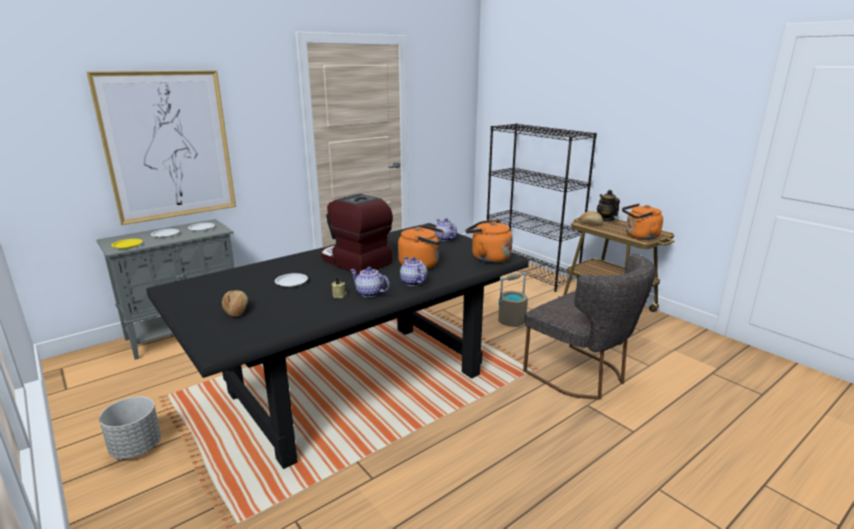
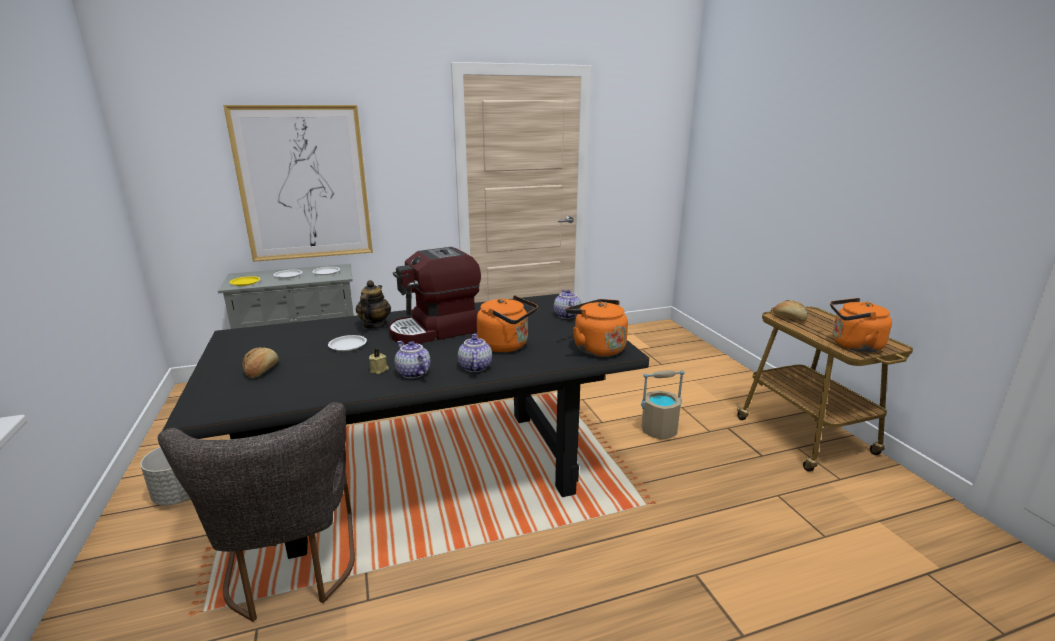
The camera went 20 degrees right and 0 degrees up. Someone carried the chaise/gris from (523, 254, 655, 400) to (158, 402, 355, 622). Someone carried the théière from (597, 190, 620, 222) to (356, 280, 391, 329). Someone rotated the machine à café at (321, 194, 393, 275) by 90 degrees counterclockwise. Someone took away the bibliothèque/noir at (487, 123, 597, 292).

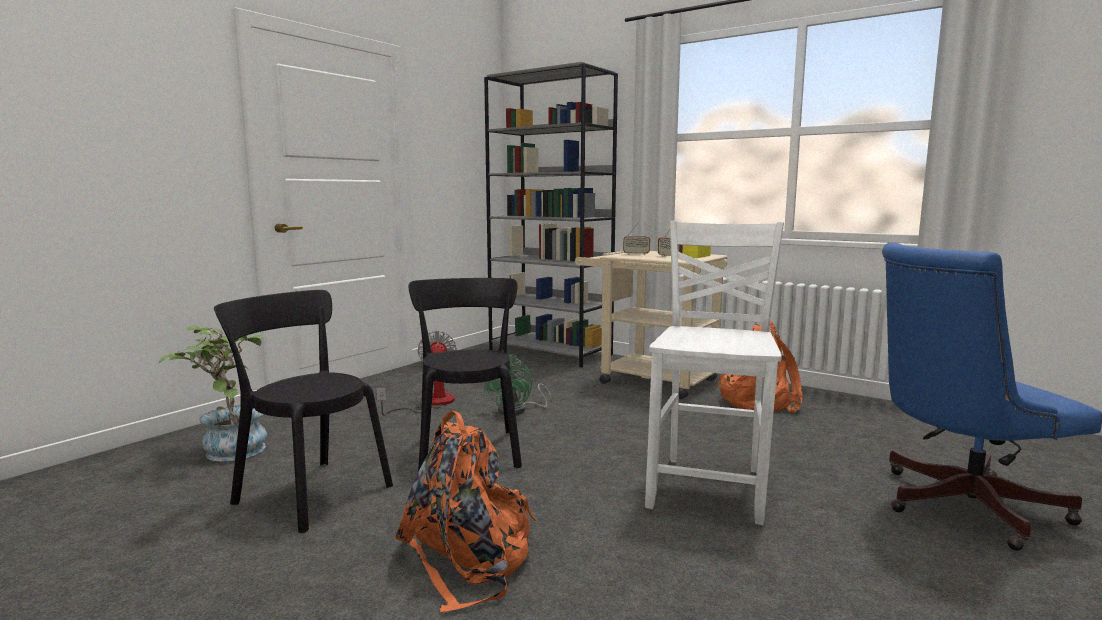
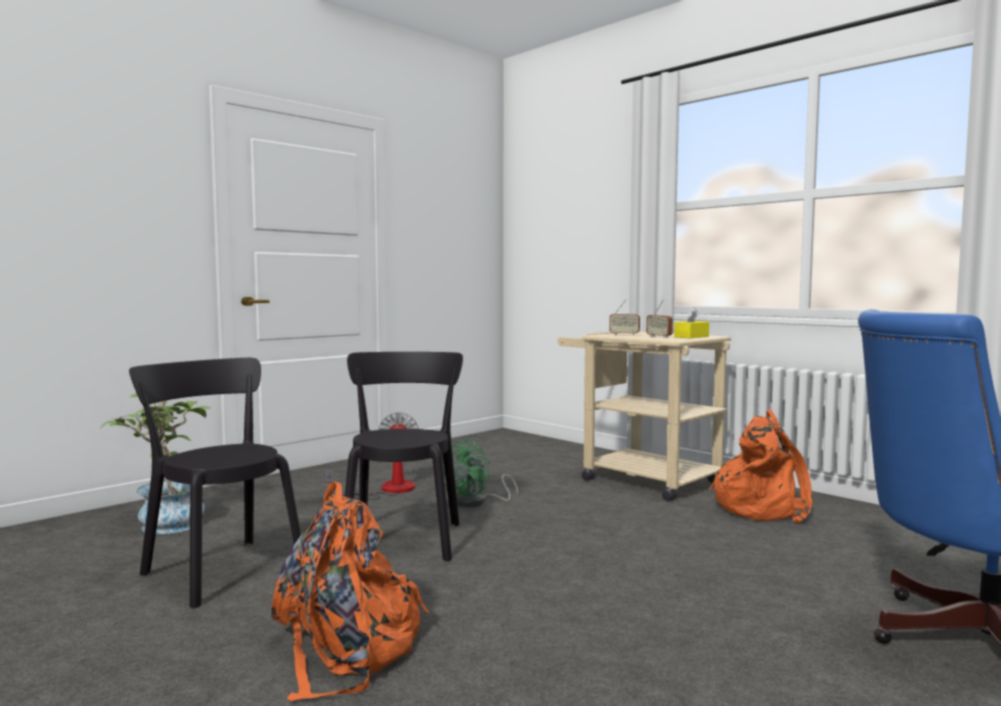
The camera went 10 degrees right and 5 degrees down. Someone took away the bibliothèque/gris at (484, 62, 618, 367). Someone took away the chaise/blanc at (645, 221, 784, 525).

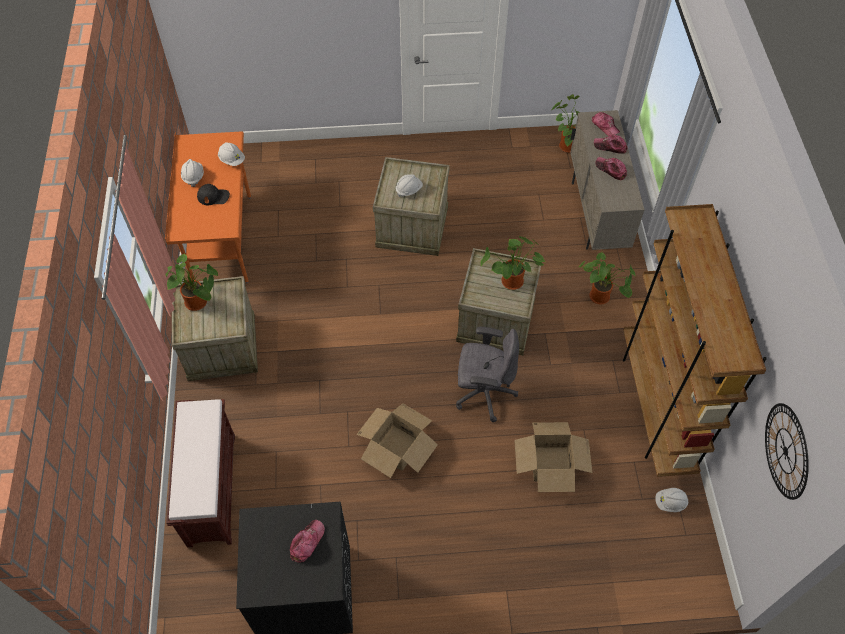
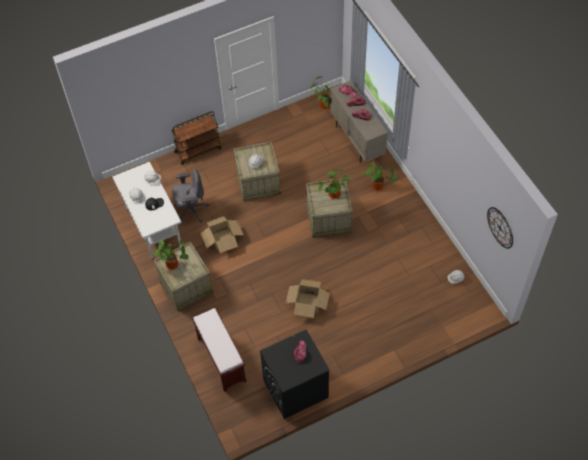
The camera went 20 degrees left and 0 degrees up. Someone repainted the bureau/orange at (165, 131, 251, 283), which became the bureau/blanc at (112, 162, 182, 260). Someone put down the chariot/marron at (171, 111, 222, 165). Someone carried the chaise de bureau/gris from (456, 327, 519, 422) to (172, 169, 209, 223). Someone carried the carton from (514, 422, 592, 492) to (200, 216, 244, 253). Someone took away the bibliothèque/marron at (623, 204, 767, 477).

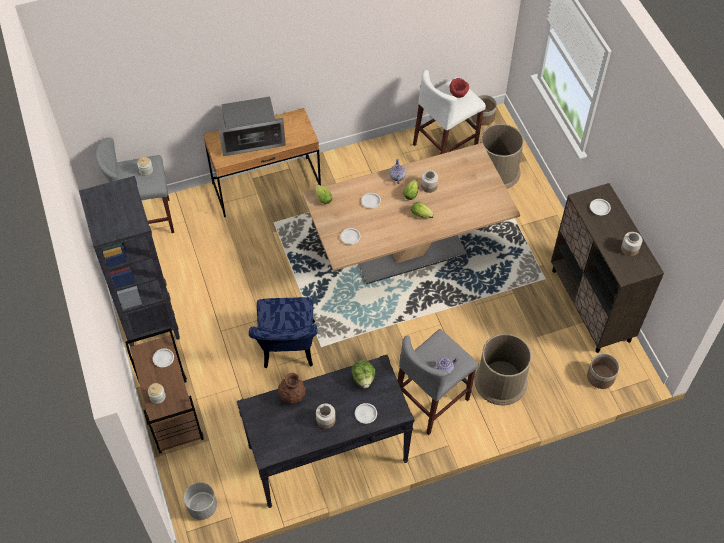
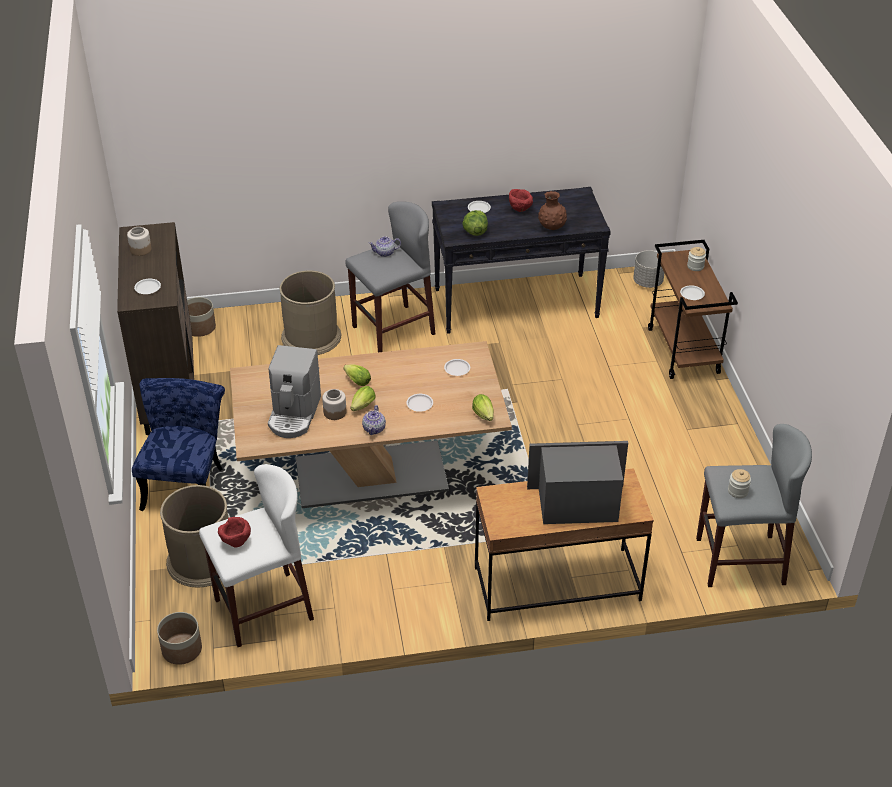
The camera went 170 degrees left and 15 degrees down. Someone carried the chaise/bleu from (249, 297, 317, 368) to (132, 378, 225, 511). Someone put down the machine à café at (268, 345, 321, 438). Someone swapped the bocal at (316, 403, 336, 429) for the bol/rouge at (509, 189, 533, 212). Someone took away the bibliothèque/noir at (79, 176, 180, 347).

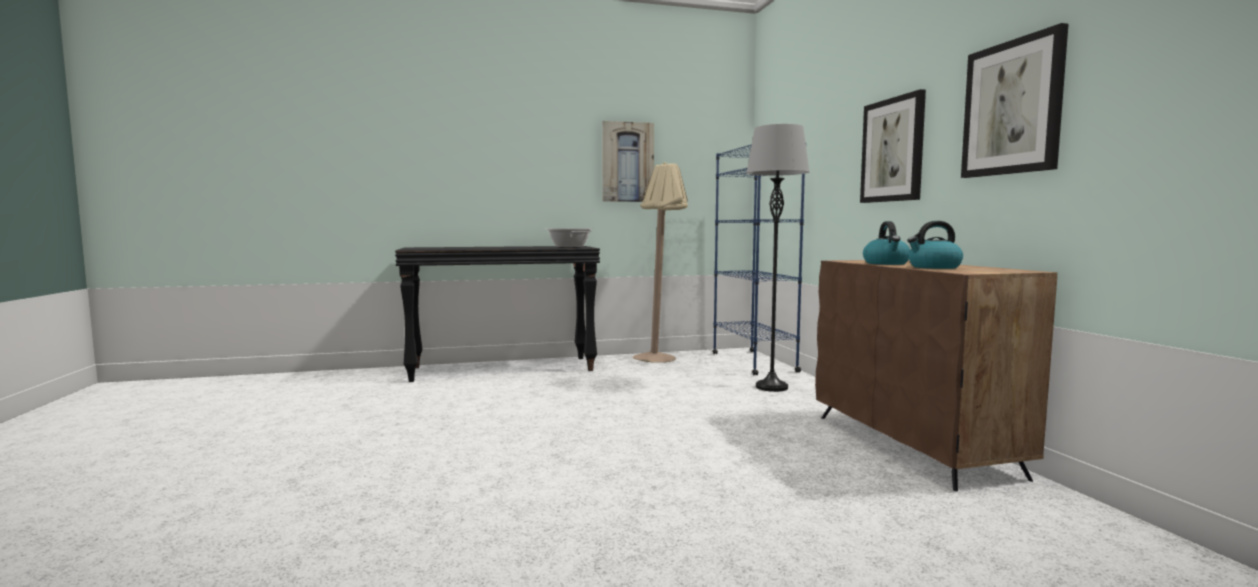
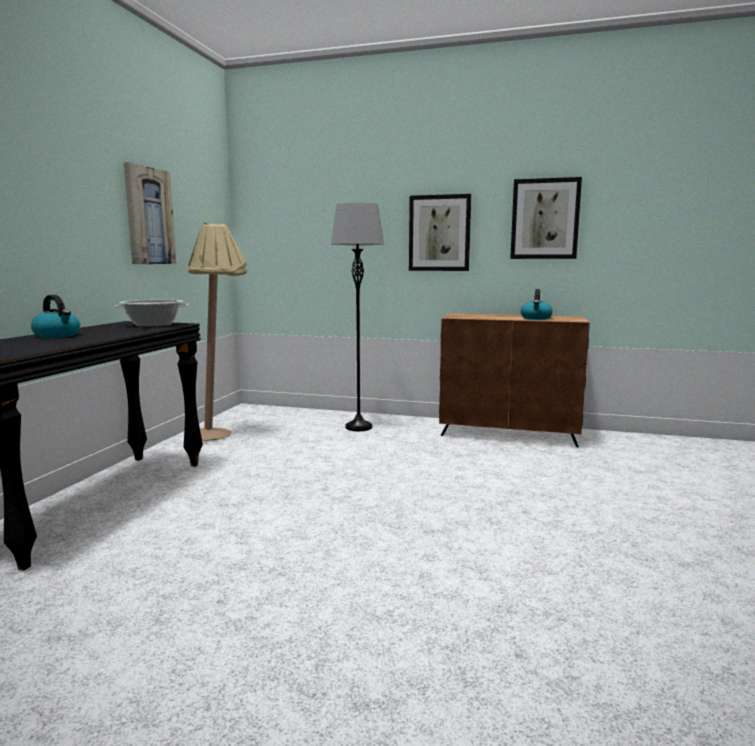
The camera went 60 degrees left and 5 degrees up. Someone carried the bouilloire from (863, 221, 910, 265) to (31, 295, 80, 338). Someone took away the bibliothèque/bleu at (713, 144, 805, 375).

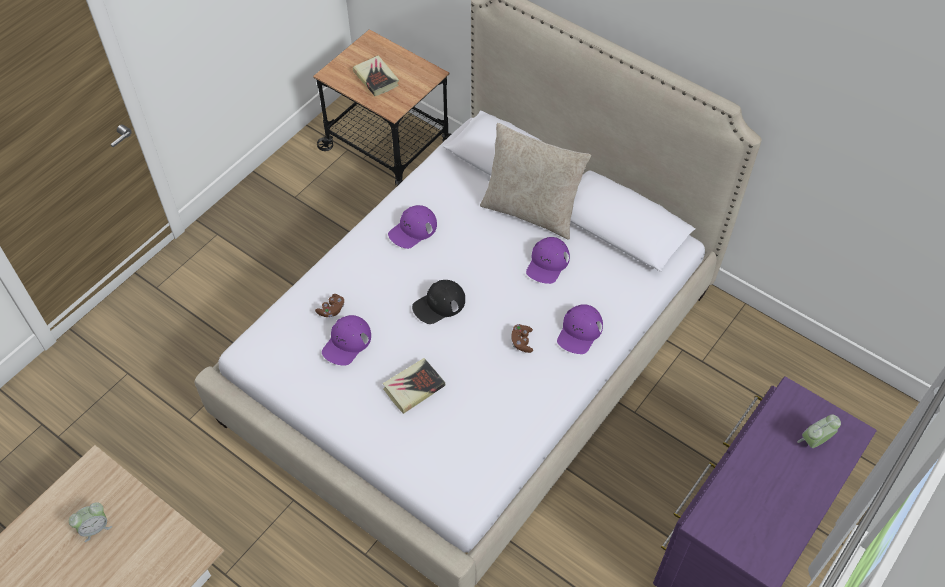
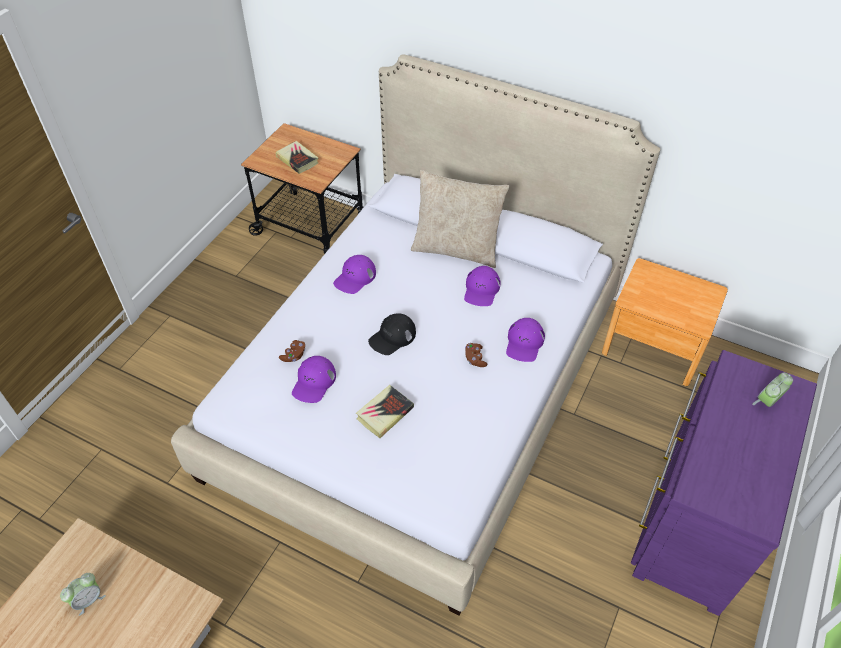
The camera went 10 degrees left and 5 degrees down. Someone put down the table de chevet/marron at (602, 258, 728, 386).

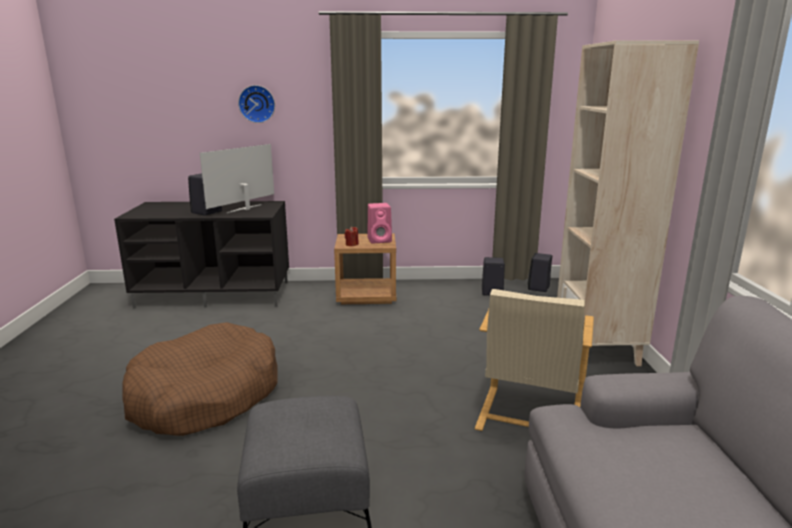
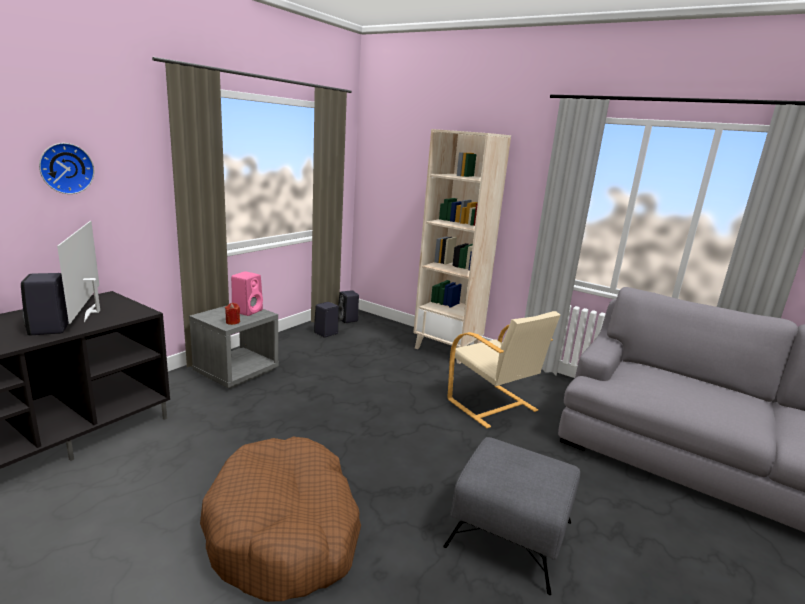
The camera went 55 degrees left and 0 degrees up. Someone repainted the table de chevet/marron at (334, 234, 396, 304), which became the table de chevet/gris at (189, 305, 279, 389).

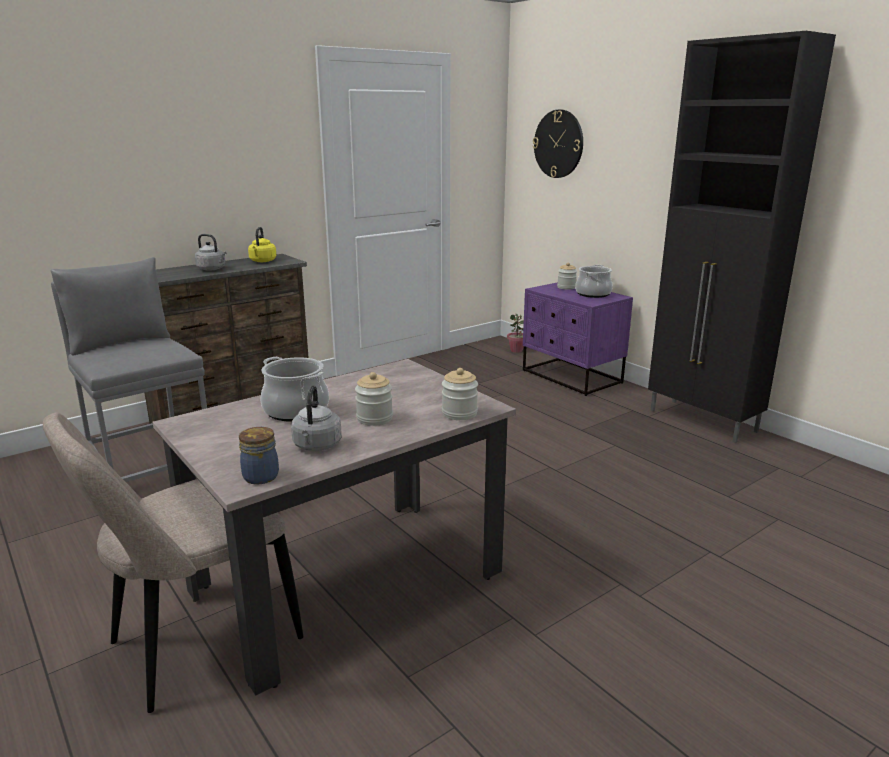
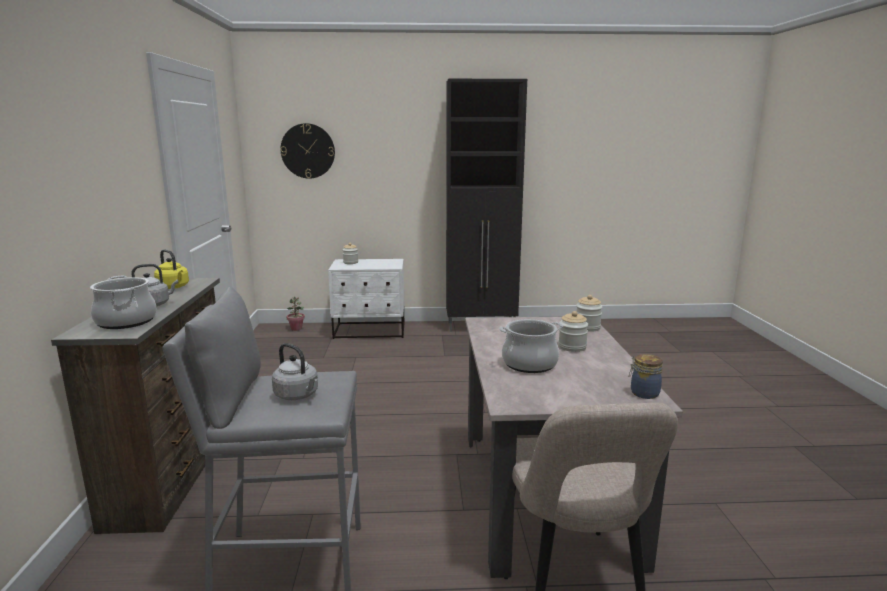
The camera went 55 degrees left and 5 degrees down. Someone carried the marmite from (575, 265, 613, 298) to (90, 276, 157, 329). Someone carried the bouilloire/gris from (291, 385, 342, 451) to (272, 343, 318, 400). Someone repainted the table de chevet/violet at (523, 282, 633, 396), which became the table de chevet/blanc at (328, 259, 404, 339).

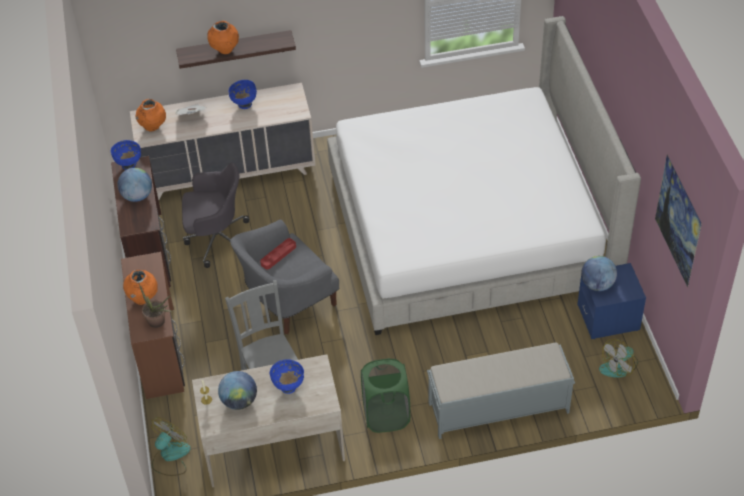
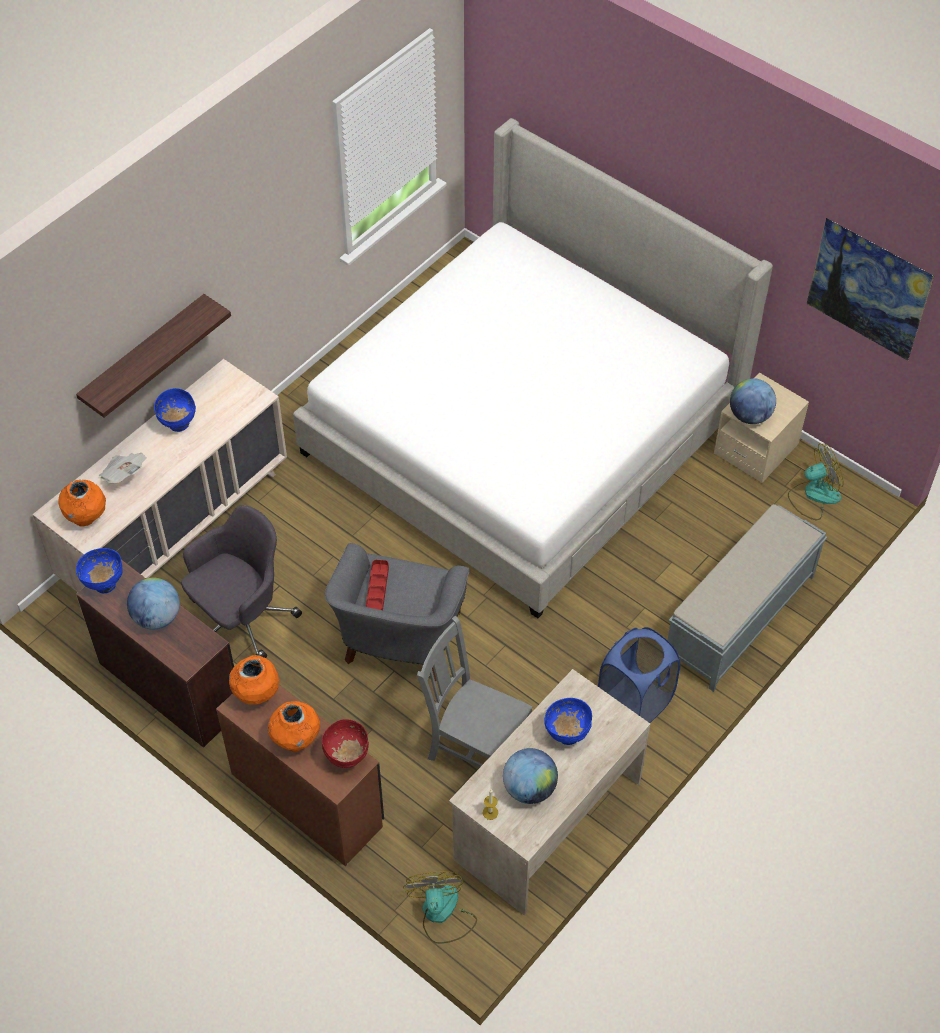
The camera went 40 degrees left and 5 degrees up. Someone carried the vase/orange from (208, 21, 239, 54) to (229, 655, 279, 705). Someone swapped the plante en pot at (139, 284, 172, 328) for the bol/rouge at (322, 719, 369, 768). Someone repainted the panier à linge/vert at (361, 358, 410, 433), which became the panier à linge/bleu at (598, 627, 680, 723). Someone repainted the table de chevet/bleu at (577, 263, 646, 339), which became the table de chevet/beige at (714, 372, 809, 483). Someone rotated the ventilateur at (599, 339, 638, 378) by 120 degrees counterclockwise.

